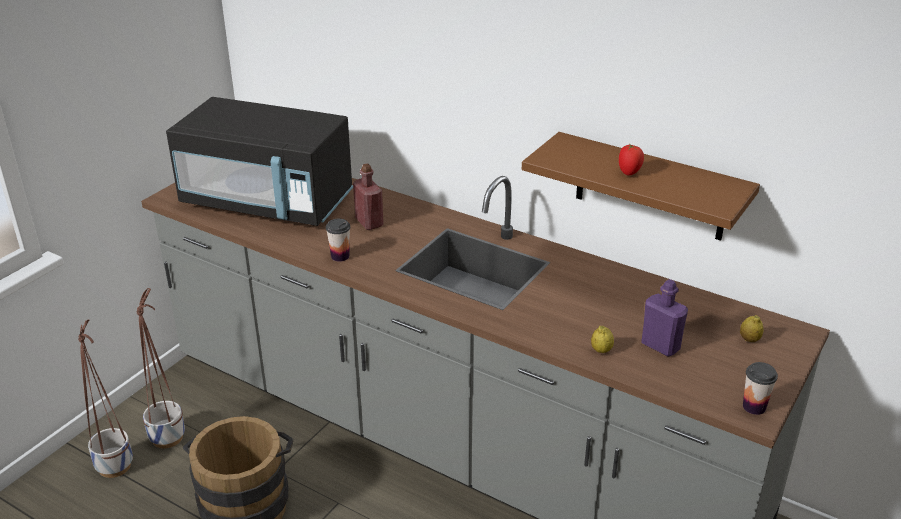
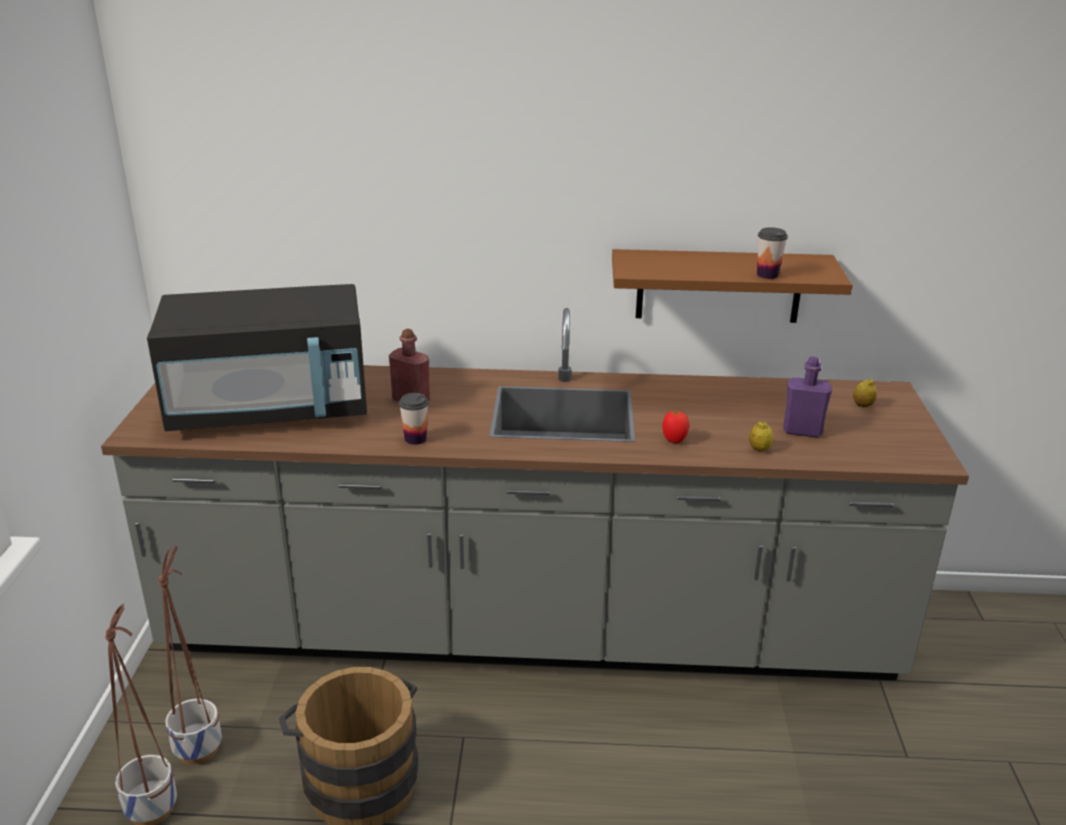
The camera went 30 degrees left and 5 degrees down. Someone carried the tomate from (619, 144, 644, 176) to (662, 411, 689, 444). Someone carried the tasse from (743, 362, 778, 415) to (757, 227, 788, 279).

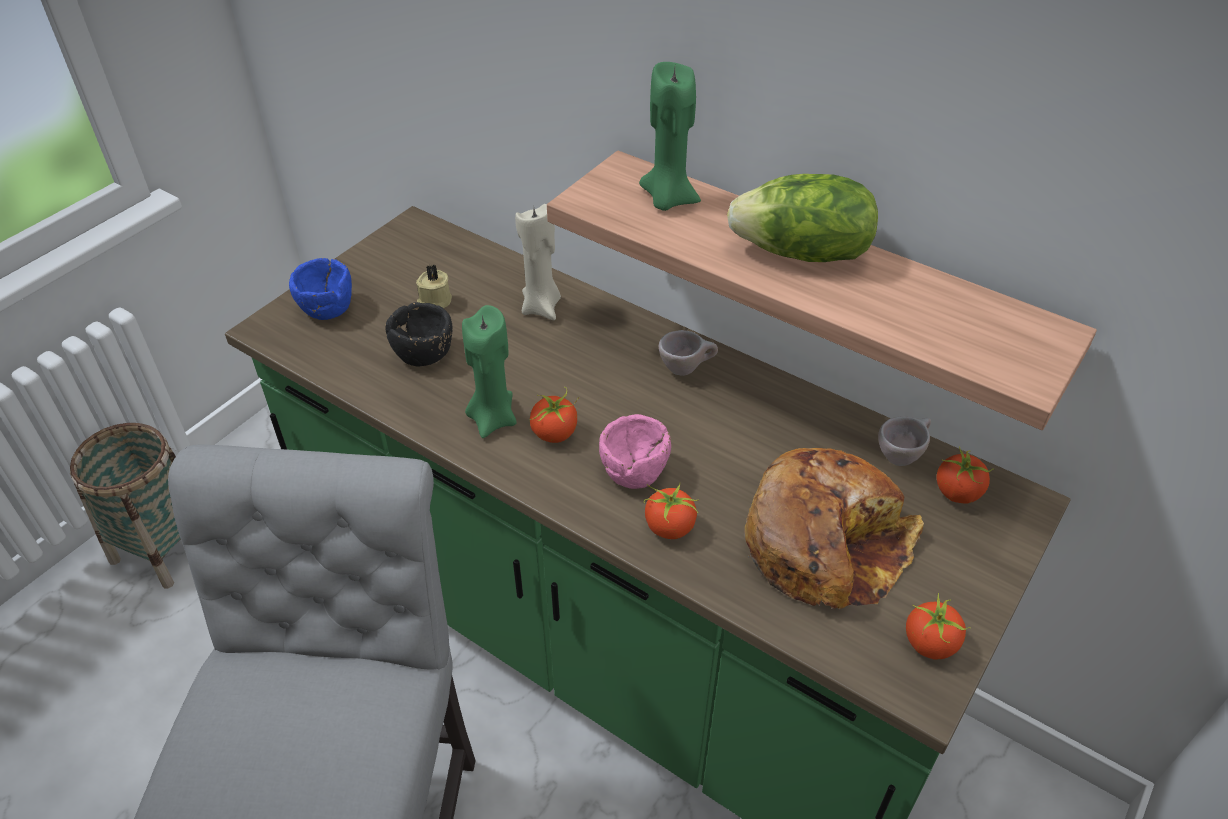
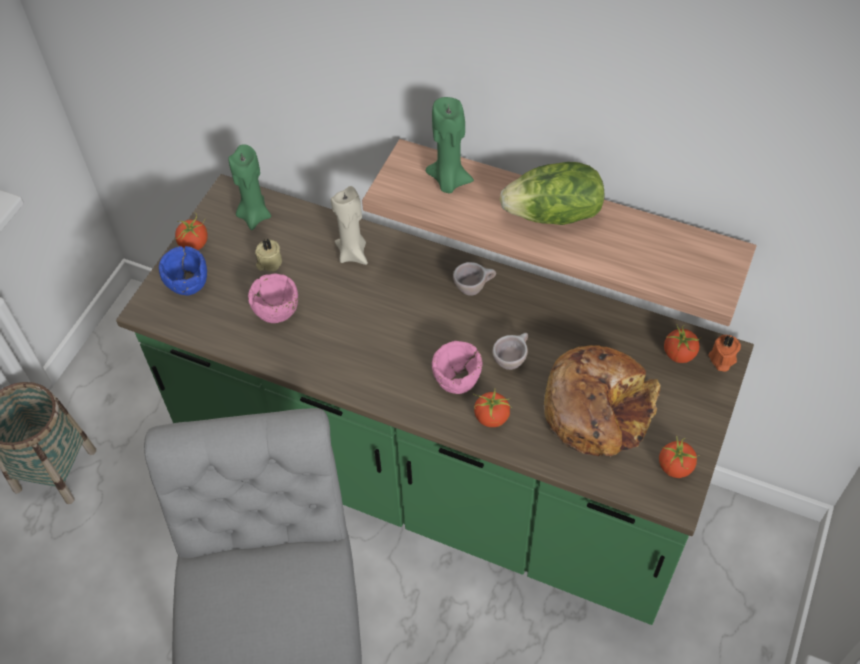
The camera went 10 degrees left and 10 degrees up. Someone carried the tomate from (530, 387, 579, 443) to (175, 214, 208, 250). Someone carried the bougie/vert from (462, 305, 517, 438) to (228, 144, 271, 230). Someone repainted the bol/noir at (385, 302, 452, 366), which became the bol/rose at (248, 273, 298, 323). Someone carried the tasse/beige from (878, 416, 931, 466) to (492, 333, 528, 370). Someone put down the bougie/orange at (709, 335, 741, 372).

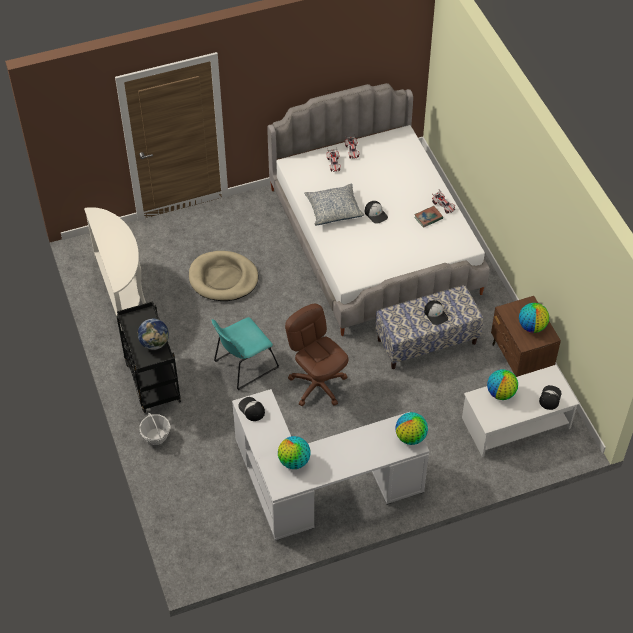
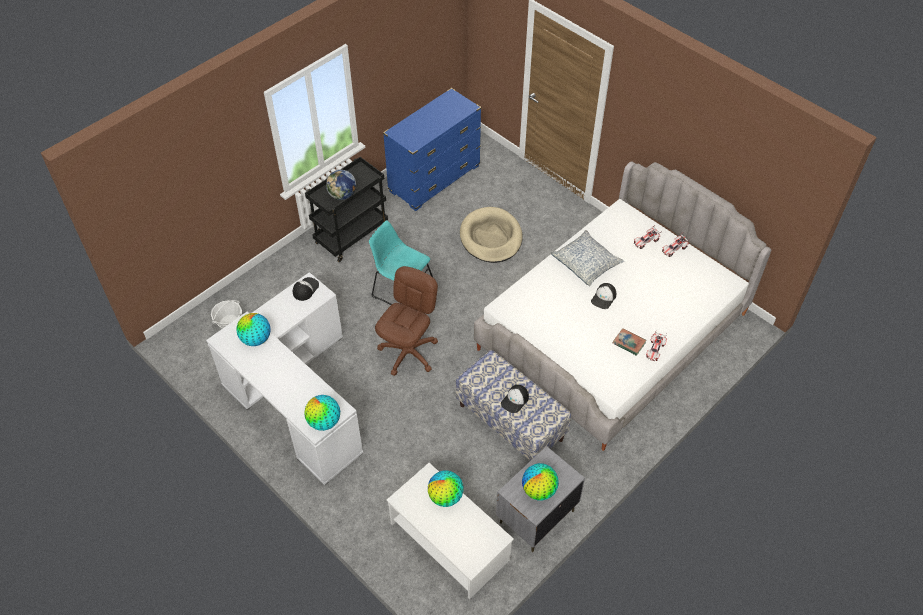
The camera went 65 degrees right and 0 degrees up. Someone carried the panier from (139, 413, 171, 445) to (211, 300, 242, 329). Someone swapped the table console/blanc at (84, 207, 146, 331) for the commode/bleu at (383, 88, 481, 211). Someone repainted the table de chevet/marron at (491, 296, 561, 377), which became the table de chevet/gris at (496, 446, 585, 552). Someone took away the casquette at (539, 385, 561, 410).

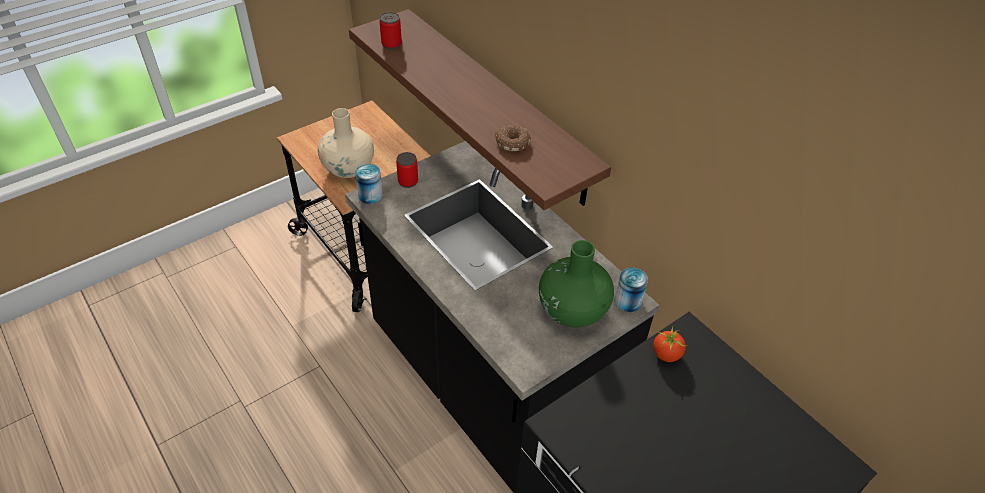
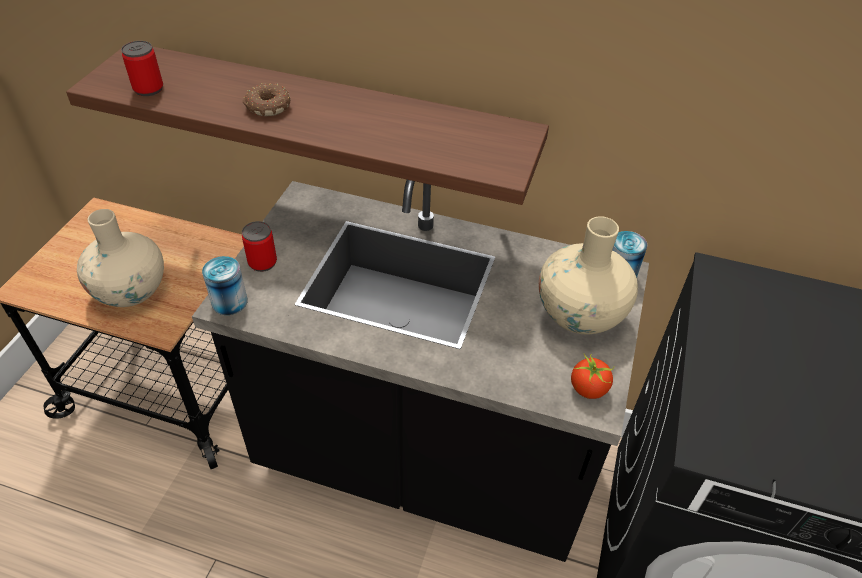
The camera went 35 degrees left and 0 degrees up. Someone carried the beignet from (495, 125, 531, 151) to (242, 83, 290, 116). Someone repainted the vase/vert at (539, 240, 614, 328), which became the vase/beige at (539, 216, 638, 334). Someone carried the tomate from (653, 326, 688, 362) to (571, 354, 615, 399).

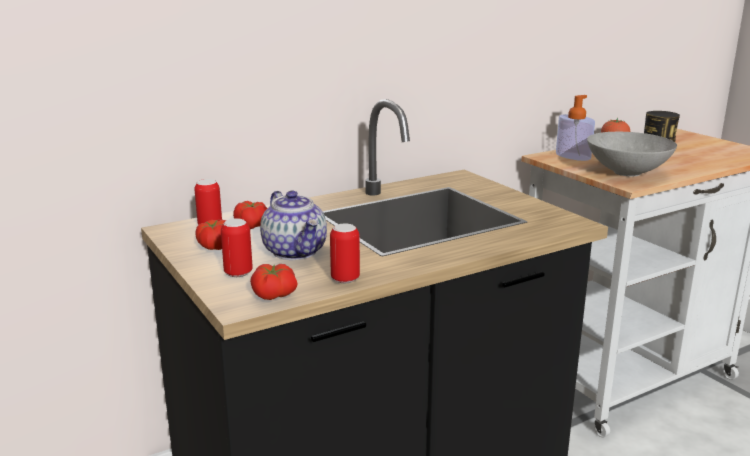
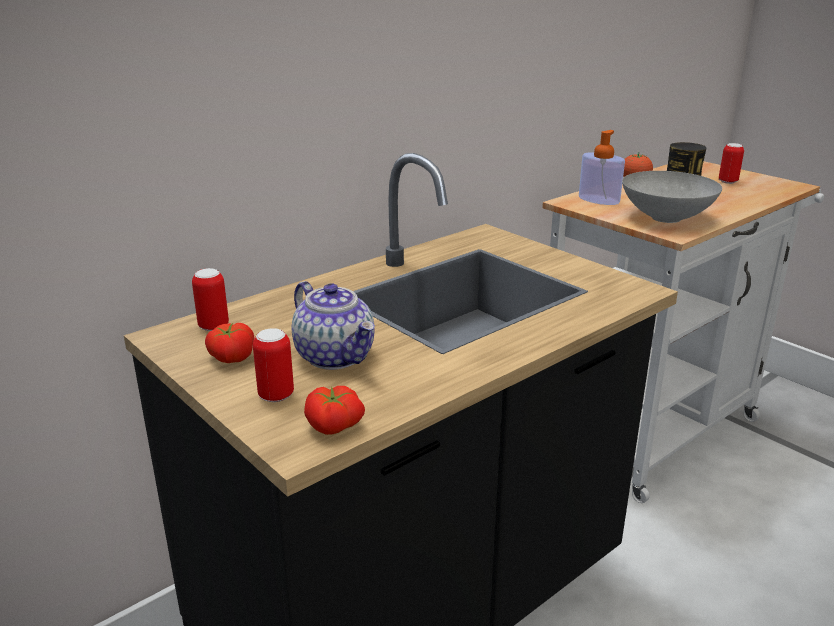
The camera went 10 degrees left and 5 degrees up. Someone carried the boîte métallique from (330, 224, 360, 283) to (719, 143, 744, 184). Someone took away the tomate at (233, 201, 267, 229).

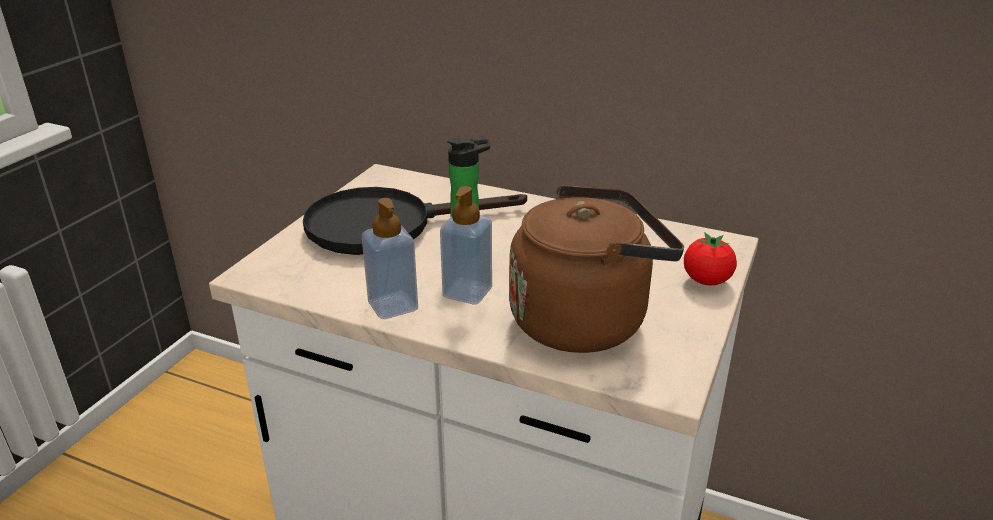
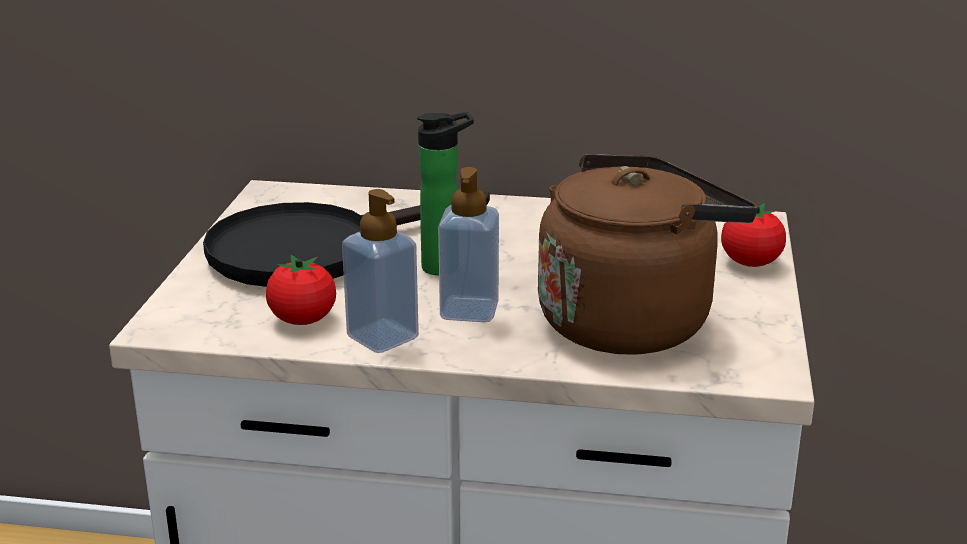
The camera went 15 degrees left and 5 degrees down. Someone put down the tomate at (266, 255, 336, 325).

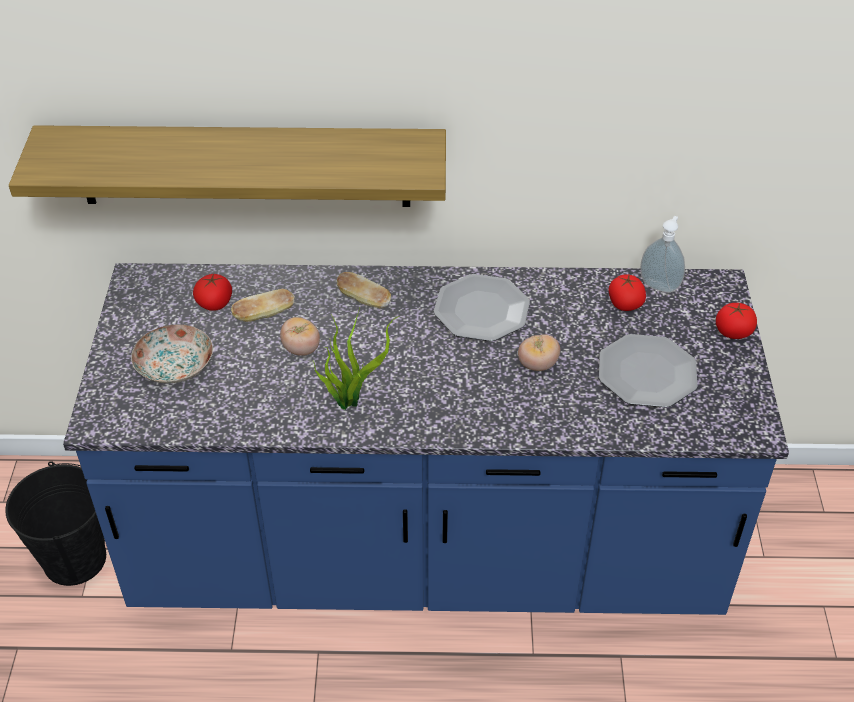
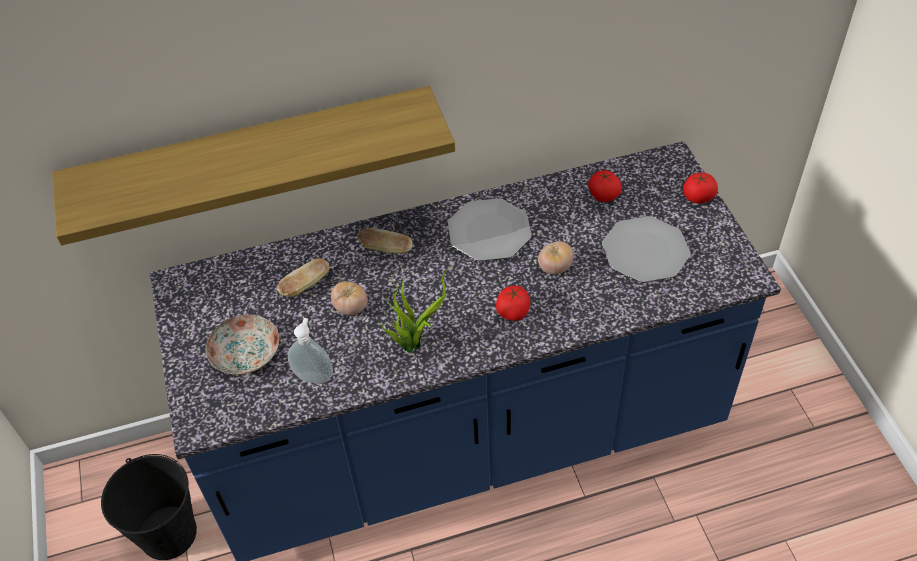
The camera went 15 degrees left and 5 degrees up. Someone carried the distributeur de savon from (640, 216, 685, 293) to (288, 318, 333, 383). Someone carried the tomate from (193, 273, 232, 311) to (496, 286, 530, 321).

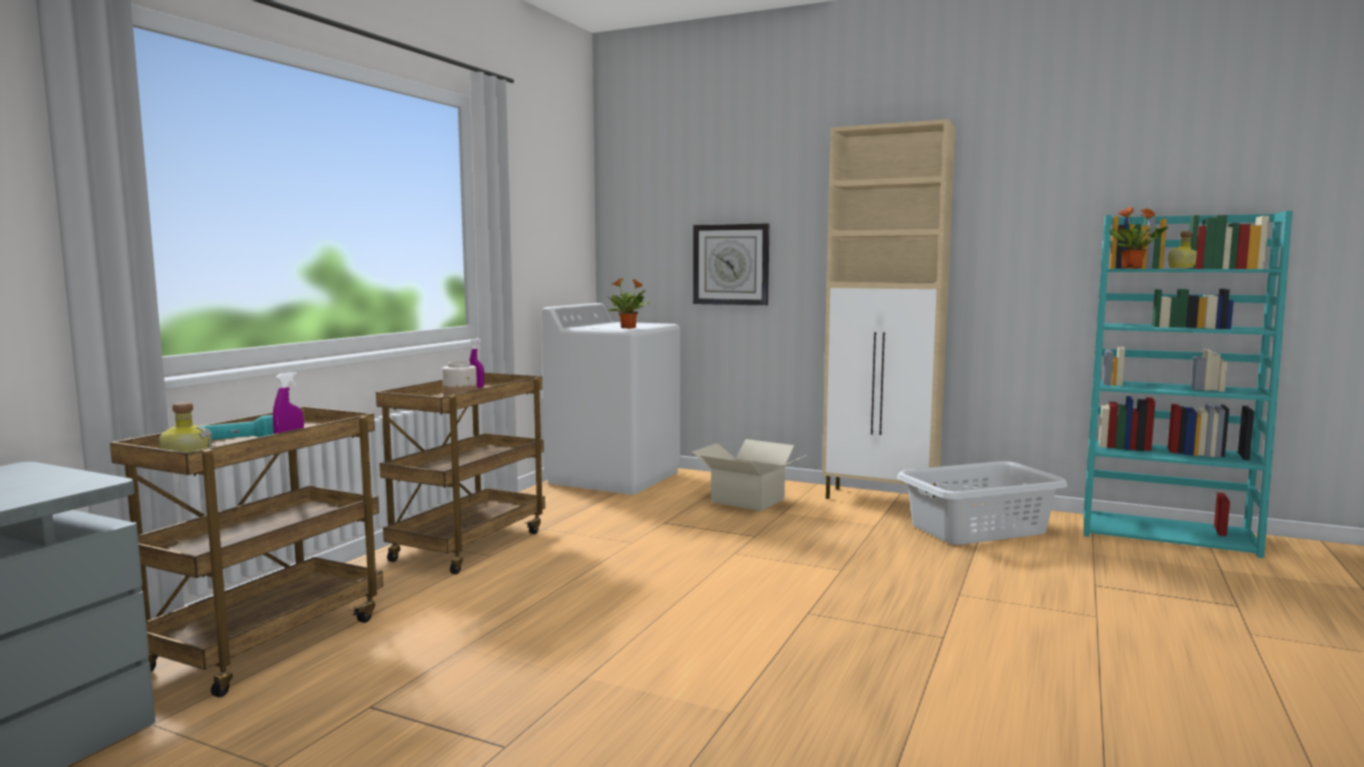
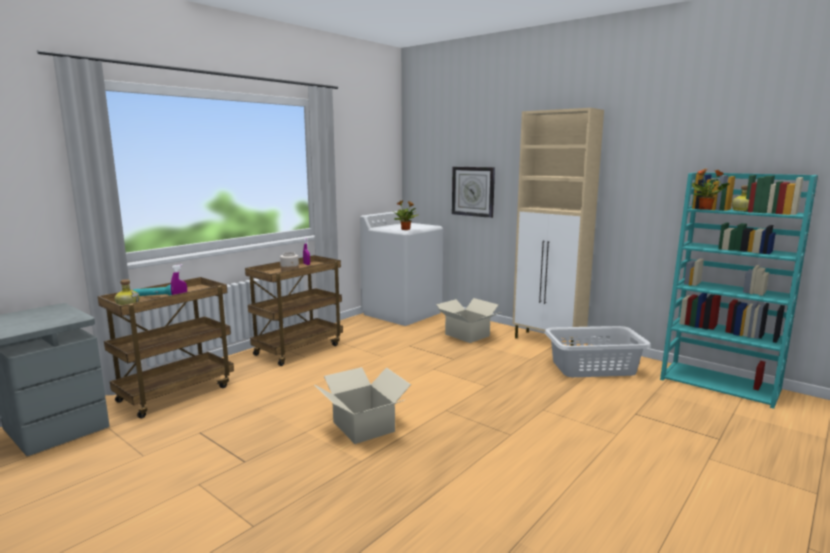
The camera went 15 degrees right and 5 degrees up. Someone put down the carton at (315, 367, 411, 444).

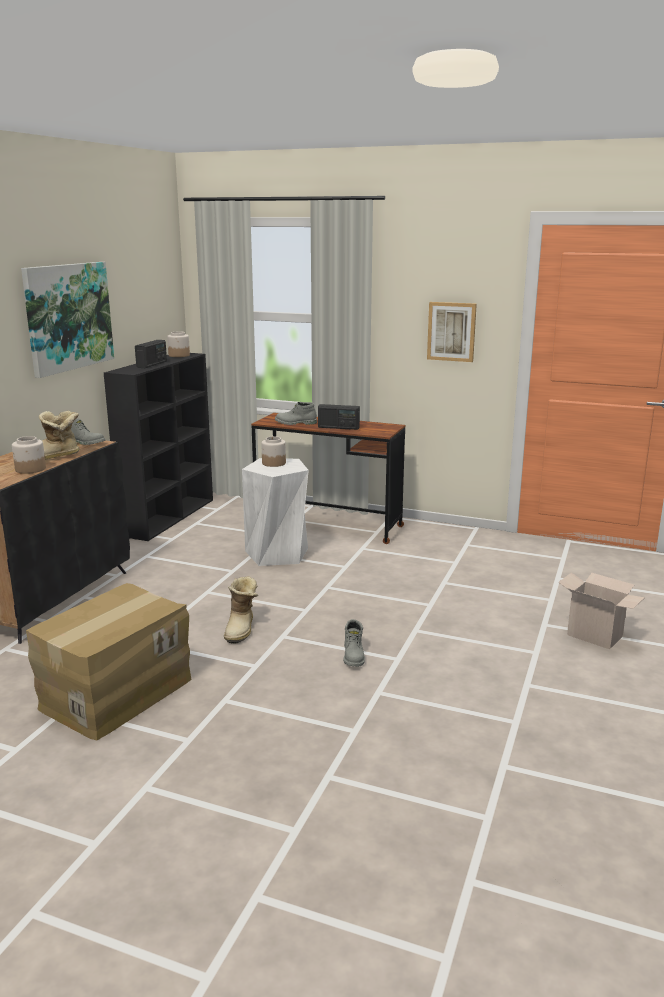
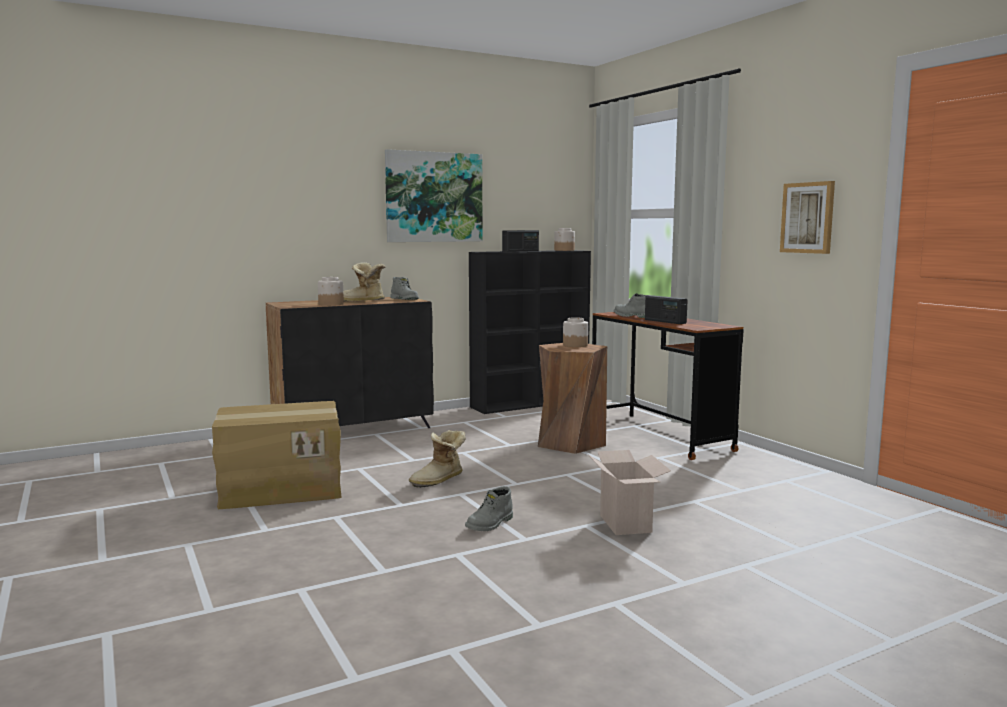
The camera went 40 degrees right and 10 degrees down. Someone repainted the tabouret/blanc at (242, 458, 309, 566), which became the tabouret/marron at (538, 343, 607, 454). Someone carried the carton from (558, 573, 645, 650) to (588, 450, 671, 535).

